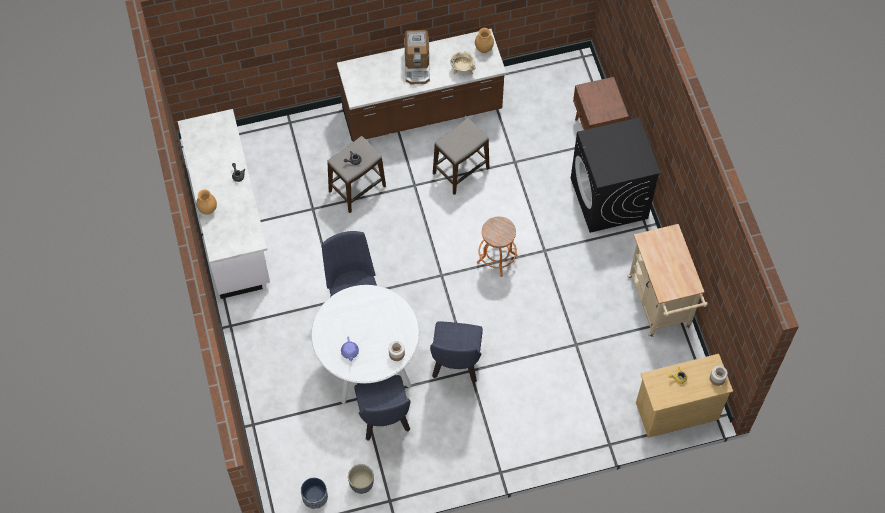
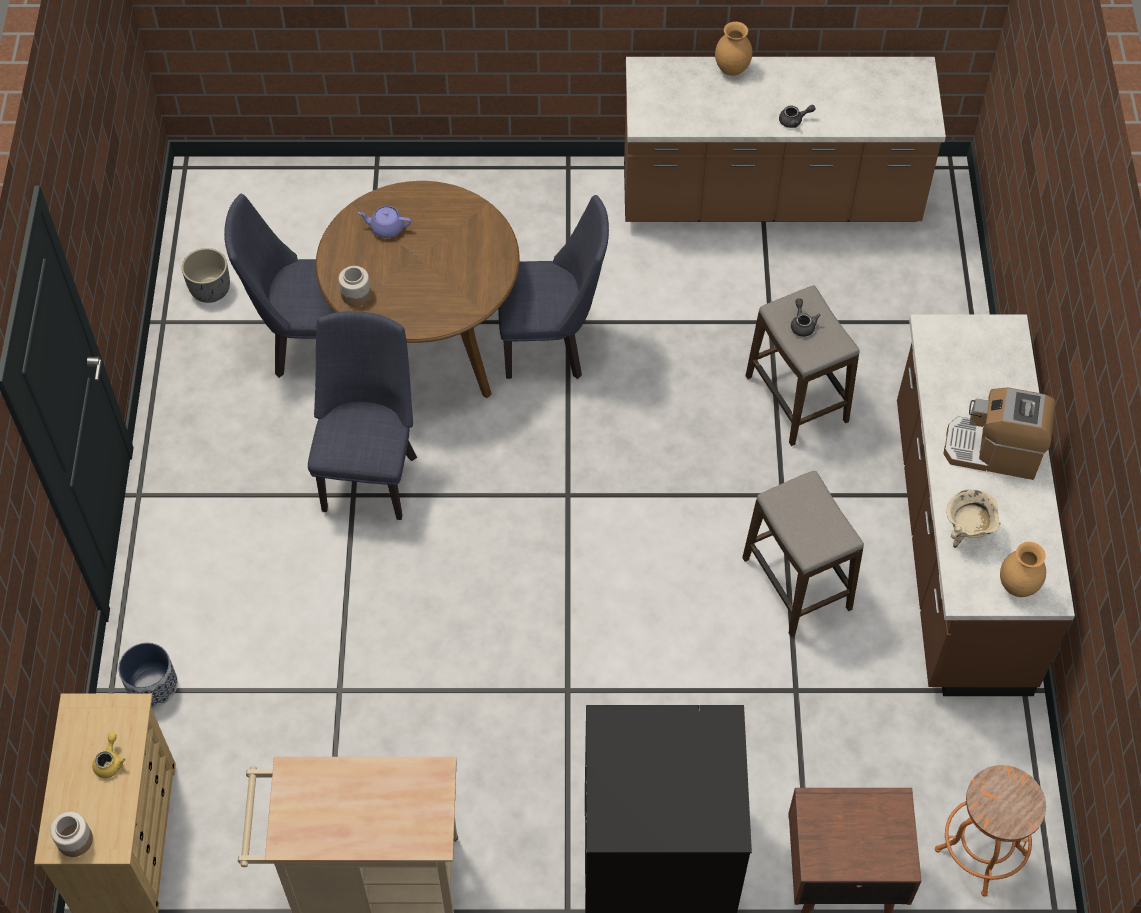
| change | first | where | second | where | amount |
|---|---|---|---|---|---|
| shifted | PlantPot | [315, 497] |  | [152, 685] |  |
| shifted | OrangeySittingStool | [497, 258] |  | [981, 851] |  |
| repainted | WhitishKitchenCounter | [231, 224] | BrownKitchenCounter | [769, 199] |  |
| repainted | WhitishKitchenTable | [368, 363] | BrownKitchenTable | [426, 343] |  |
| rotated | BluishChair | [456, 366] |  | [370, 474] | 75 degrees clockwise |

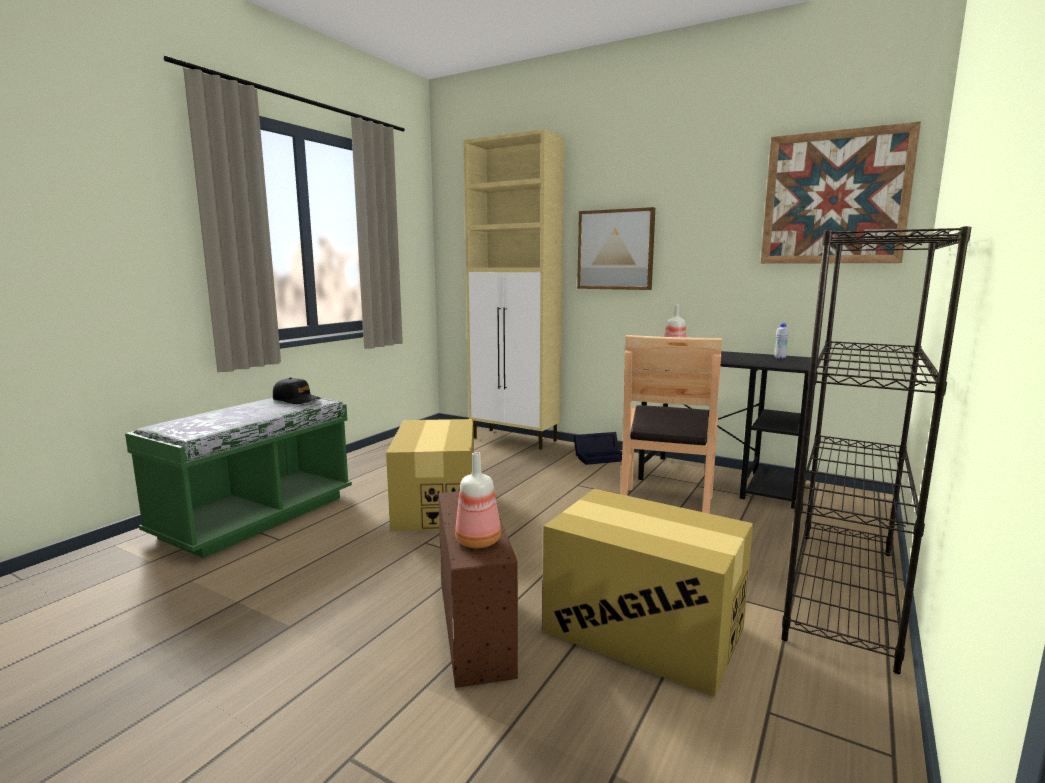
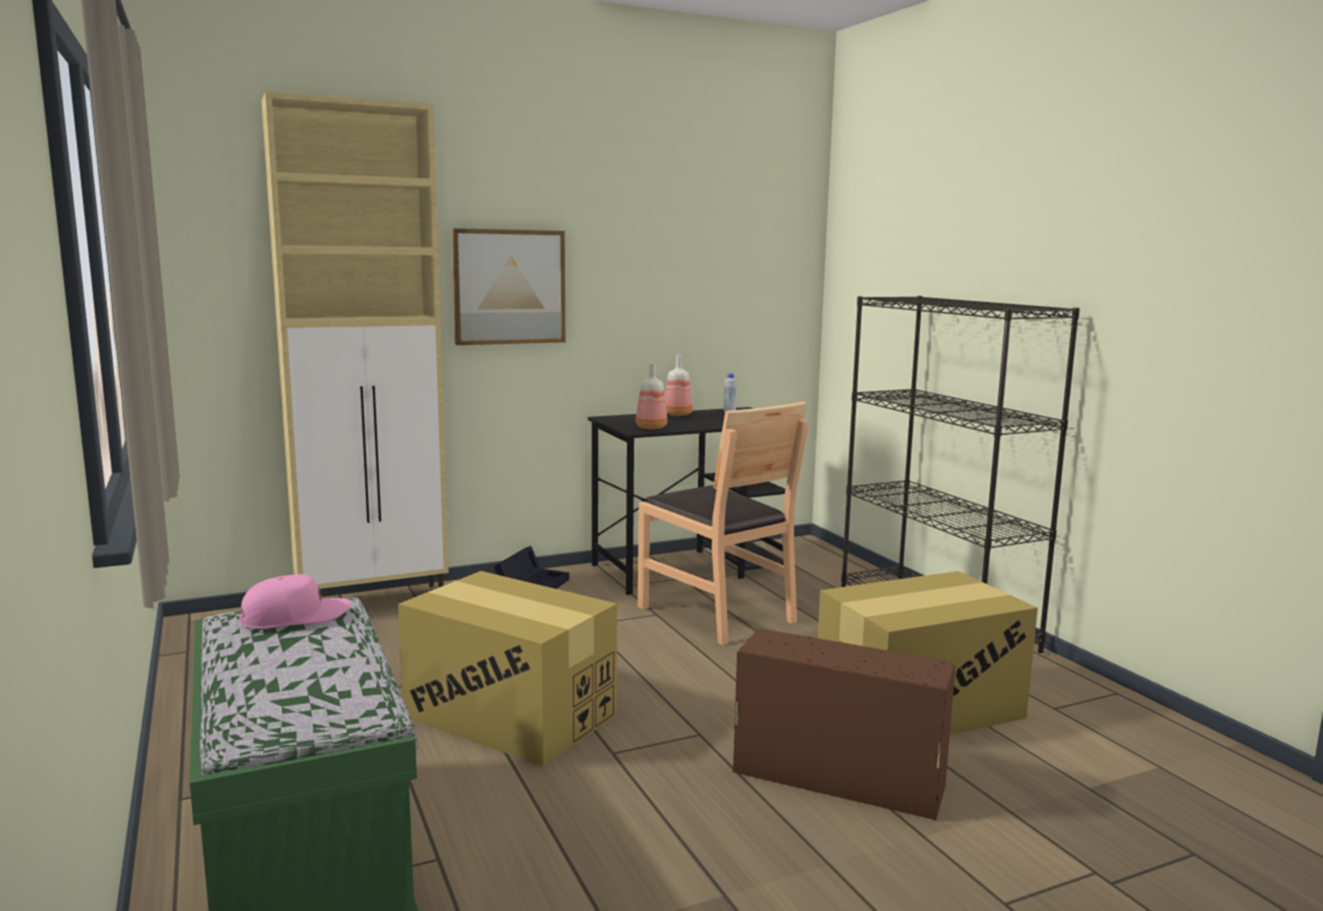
| change | first | where | second | where | amount |
|---|---|---|---|---|---|
| gone | Picture | [834, 198] |  |  |  |
| shifted | Bottle | [479, 541] |  | [677, 414] |  |
| repainted | BlackPeakedCap | [296, 400] | PinkColouredPeakedCap | [295, 617] |  |

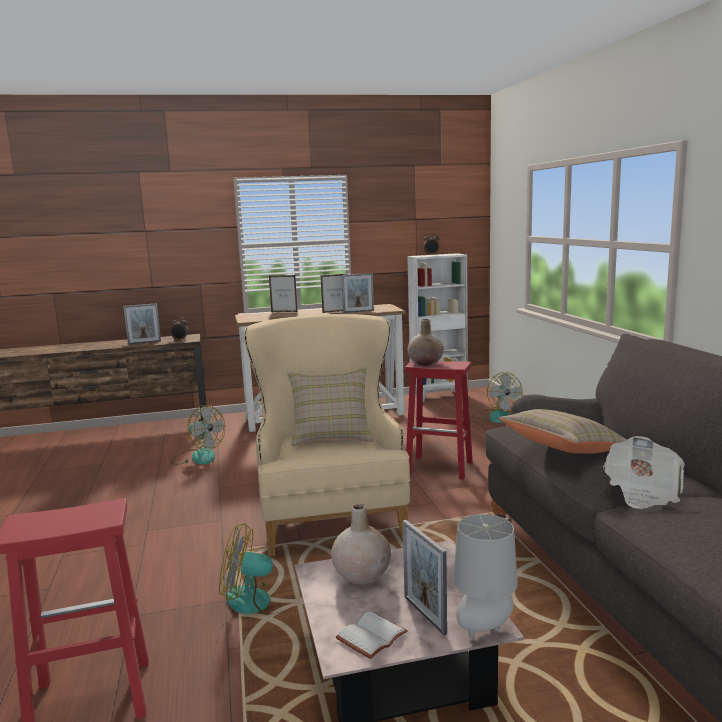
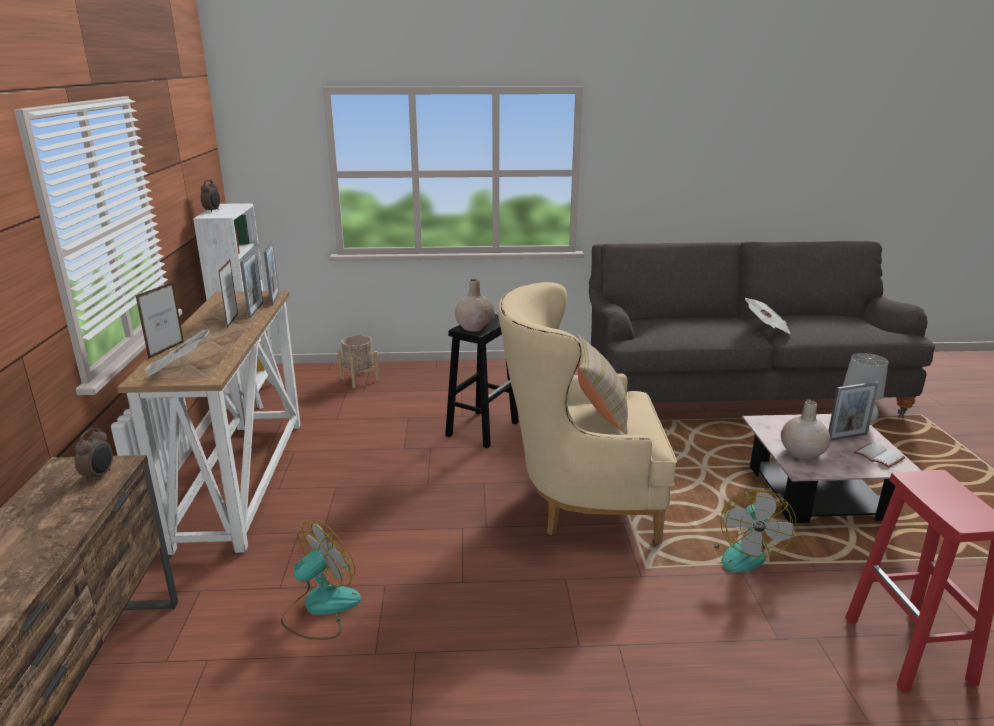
| change | first | where | second | where | amount |
|---|---|---|---|---|---|
| gone | SandColouredPillow | [563, 450] |  |  |  |
| new |  |  | DailyPaper | [178, 370] |  |
| shifted | PictureFrame | [144, 342] |  | [275, 298] |  |
| swapped | ElectricFan | [495, 416] | SandColouredPlantPot | [359, 379] |  |
| repainted | ReddishSittingStool | [440, 467] | BlackSittingStool | [483, 428] |  |

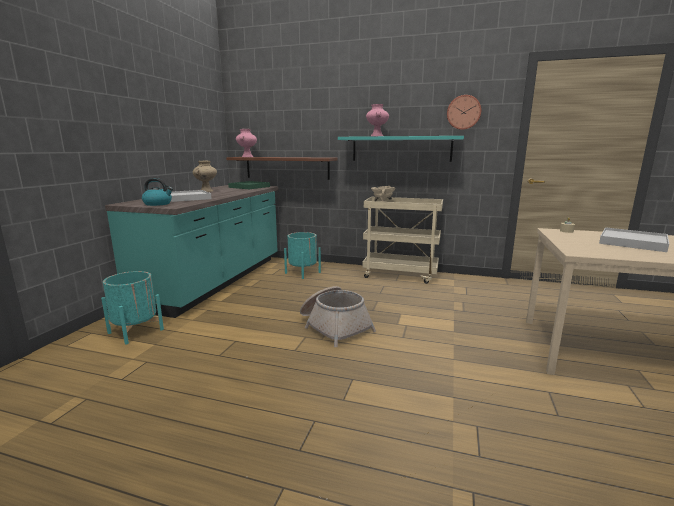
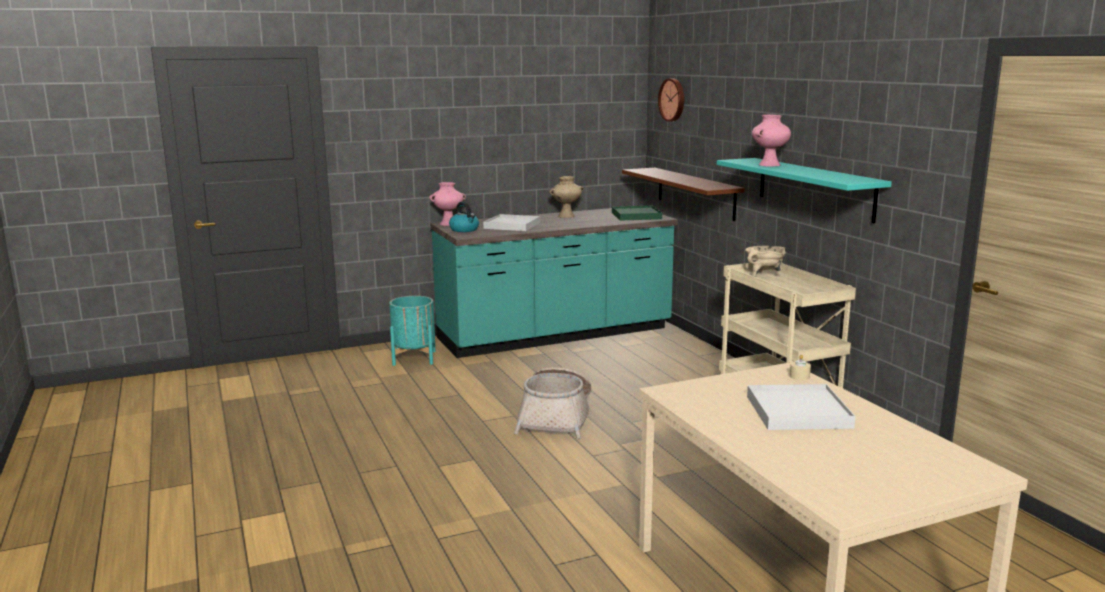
| change | first | where | second | where | amount |
|---|---|---|---|---|---|
| gone | TurquoiseColouredPlantPot | [302, 273] |  |  |  |
| shifted | PinkColouredVase | [247, 157] |  | [448, 224] |  |
| shifted | WallClock | [463, 112] |  | [673, 100] |  |

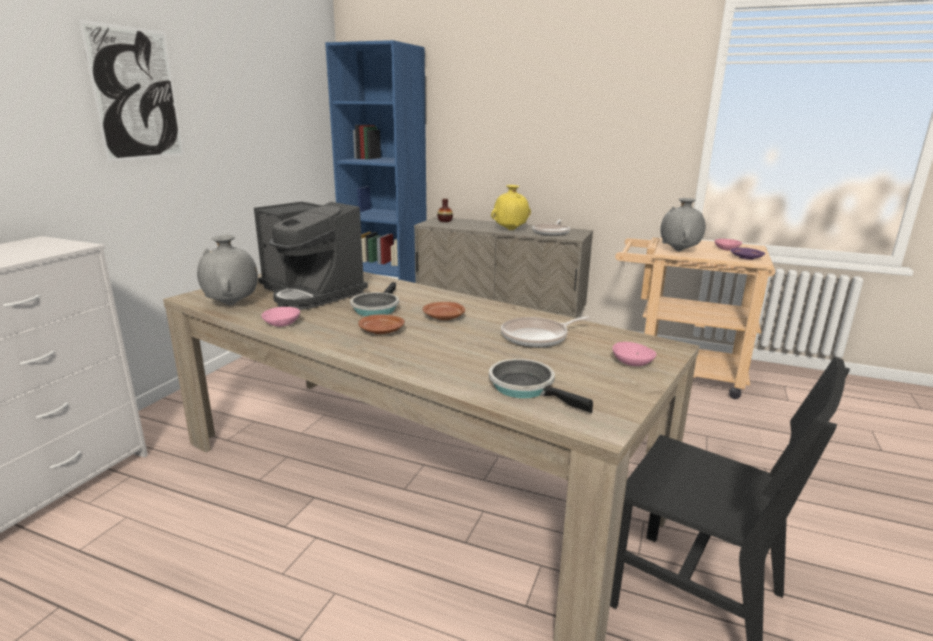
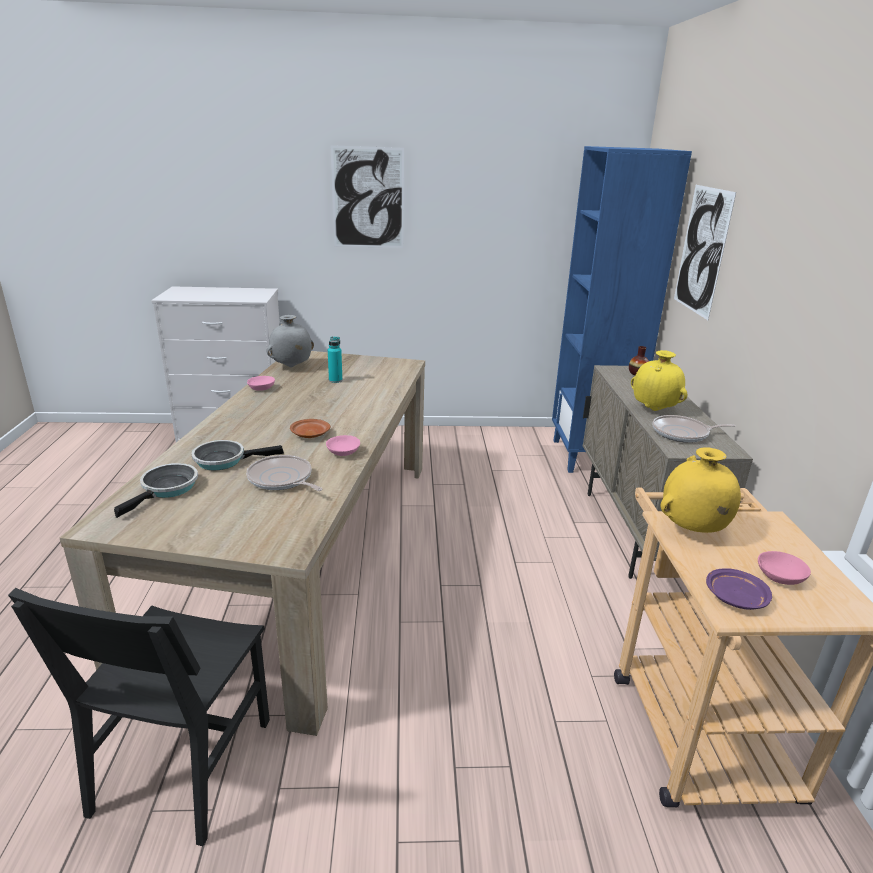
| change | first | where | second | where | amount |
|---|---|---|---|---|---|
| gone | BrownPlate | [382, 331] |  |  |  |
| new |  |  | Picture | [702, 251] |  |
| shifted | FryingPan | [376, 308] |  | [224, 460] |  |
| shifted | PinkColouredDeepDish | [630, 362] |  | [343, 452] |  |
| swapped | CoffeeMachine | [311, 293] | TurquoiseColouredBottle | [335, 380] |  |
| repainted | GreyVase | [679, 251] | YellowVase | [692, 530] |  |

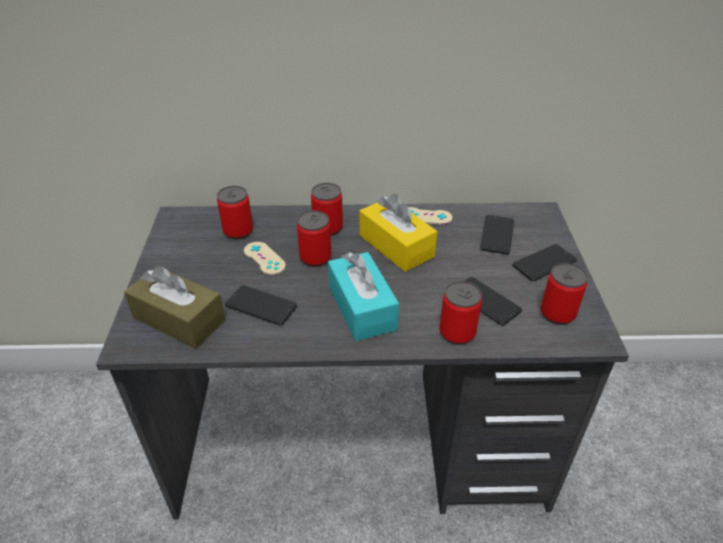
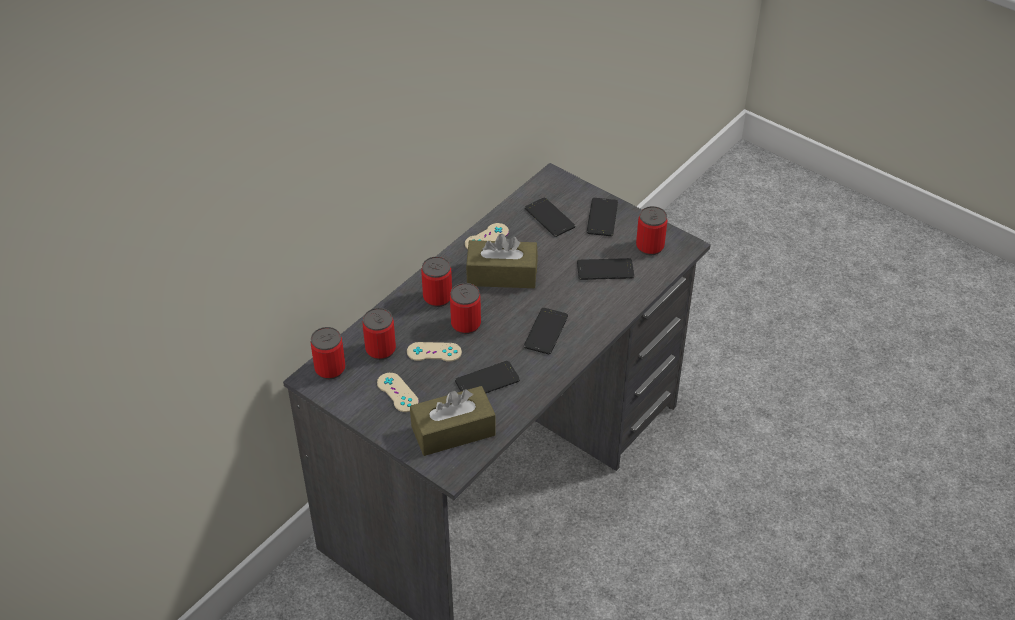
| change | first | where | second | where | amount |
|---|---|---|---|---|---|
| new |  |  | SandColouredGamepad | [397, 392] |  |
| shifted | MetalCan | [457, 332] |  | [330, 369] |  |
| swapped | TurquoiseColouredBoxOfTissues | [362, 308] | Phone | [546, 331] |  |
| repainted | YellowBoxOfTissues | [396, 246] | BrownBoxOfTissues | [502, 275] |  |

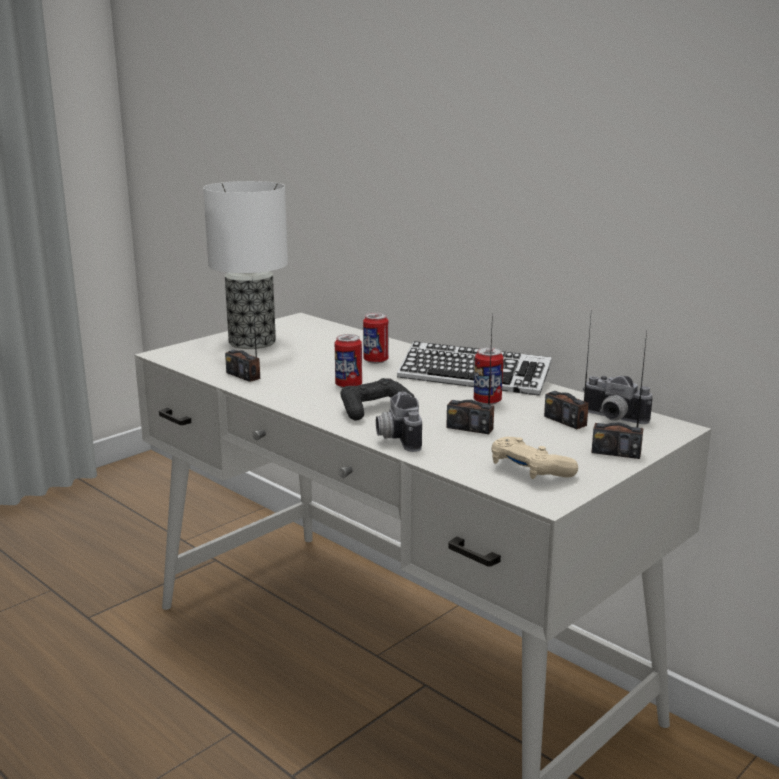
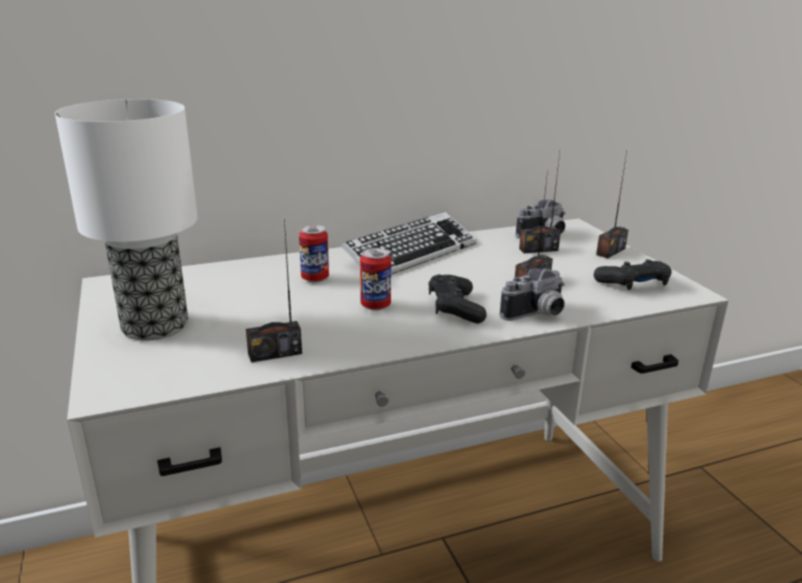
| change | first | where | second | where | amount |
|---|---|---|---|---|---|
| gone | MetalCan | [487, 401] |  |  |  |
| repainted | SandColouredGamepad | [529, 470] | BlackGamepad | [633, 284] |  |
| rotated | StillCamera | [396, 438] |  | [537, 315] | 45 degrees counterclockwise |

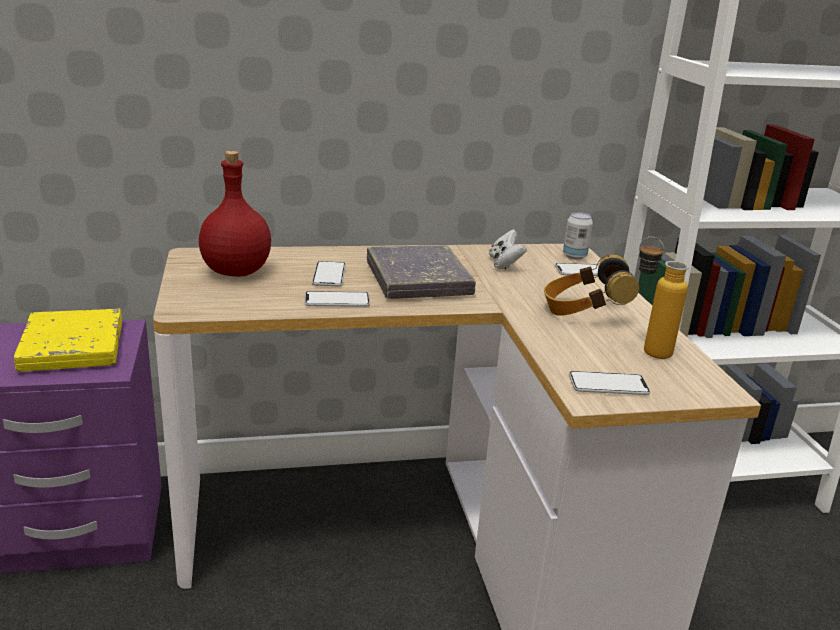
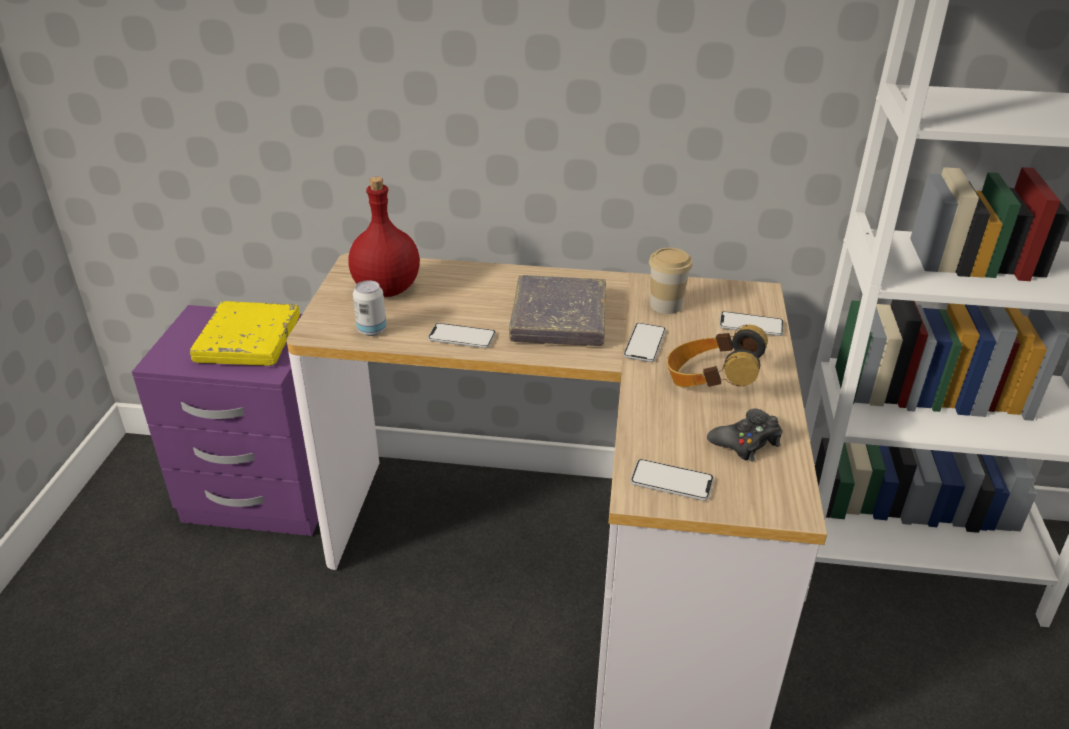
| change | first | where | second | where | amount |
|---|---|---|---|---|---|
| shifted | Phone | [329, 275] |  | [644, 343] |  |
| shifted | MetalCan | [574, 256] |  | [372, 330] |  |
| swapped | WhitishGamepad | [504, 264] | Cup | [666, 305] |  |
| swapped | Bottle | [646, 349] | BlackGamepad | [746, 442] |  |

